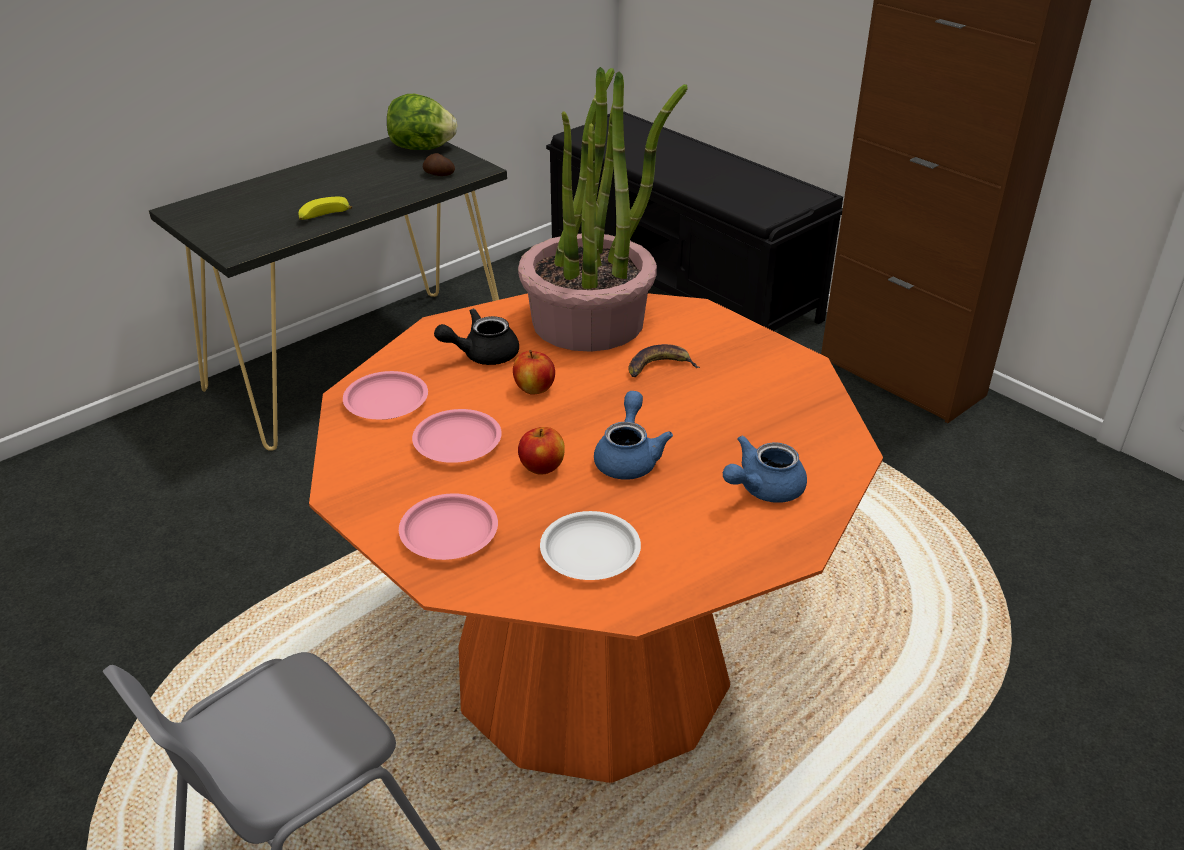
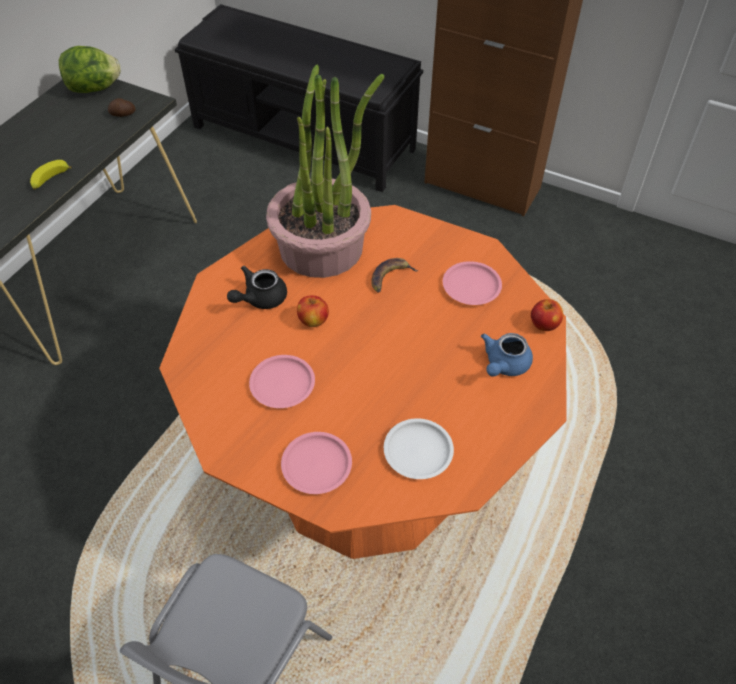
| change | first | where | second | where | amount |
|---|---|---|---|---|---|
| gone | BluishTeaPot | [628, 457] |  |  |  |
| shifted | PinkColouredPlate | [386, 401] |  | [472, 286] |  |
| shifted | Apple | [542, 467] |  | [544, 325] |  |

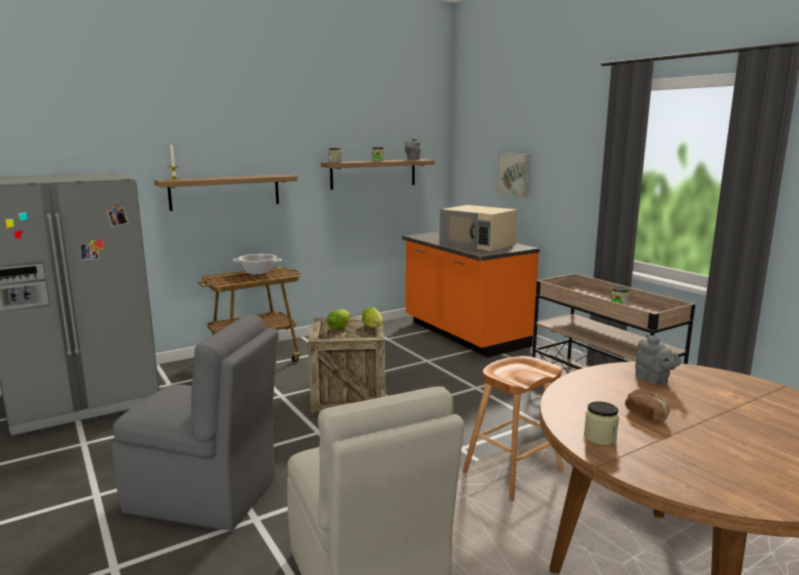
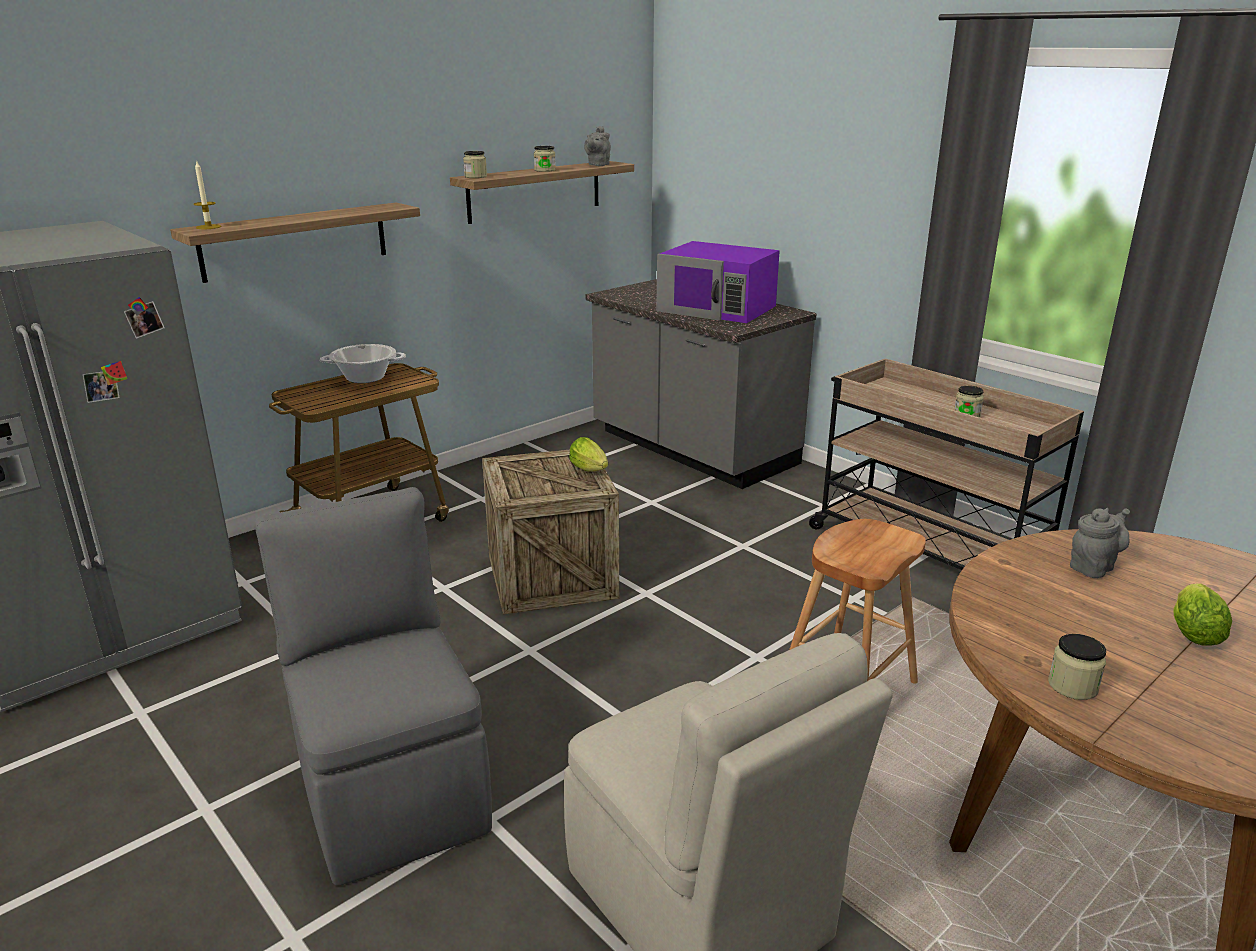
| change | first | where | second | where | amount |
|---|---|---|---|---|---|
| gone | Picture | [514, 174] |  |  |  |
| gone | BakedBread | [647, 415] |  |  |  |
| shifted | HeadOfLettuce | [340, 327] |  | [1192, 631] |  |
| repainted | OrangeyKitchenCounter | [464, 334] | GreyKitchenCounter | [692, 449] |  |
| repainted | SandColouredMicrowaveOven | [478, 244] | PurpleMicrowaveOven | [717, 308] |  |
| rotated | GreyChair | [205, 496] |  | [391, 788] | 120 degrees counterclockwise |
| rotated | GreyTeaPot | [653, 380] |  | [1093, 567] | 90 degrees counterclockwise |

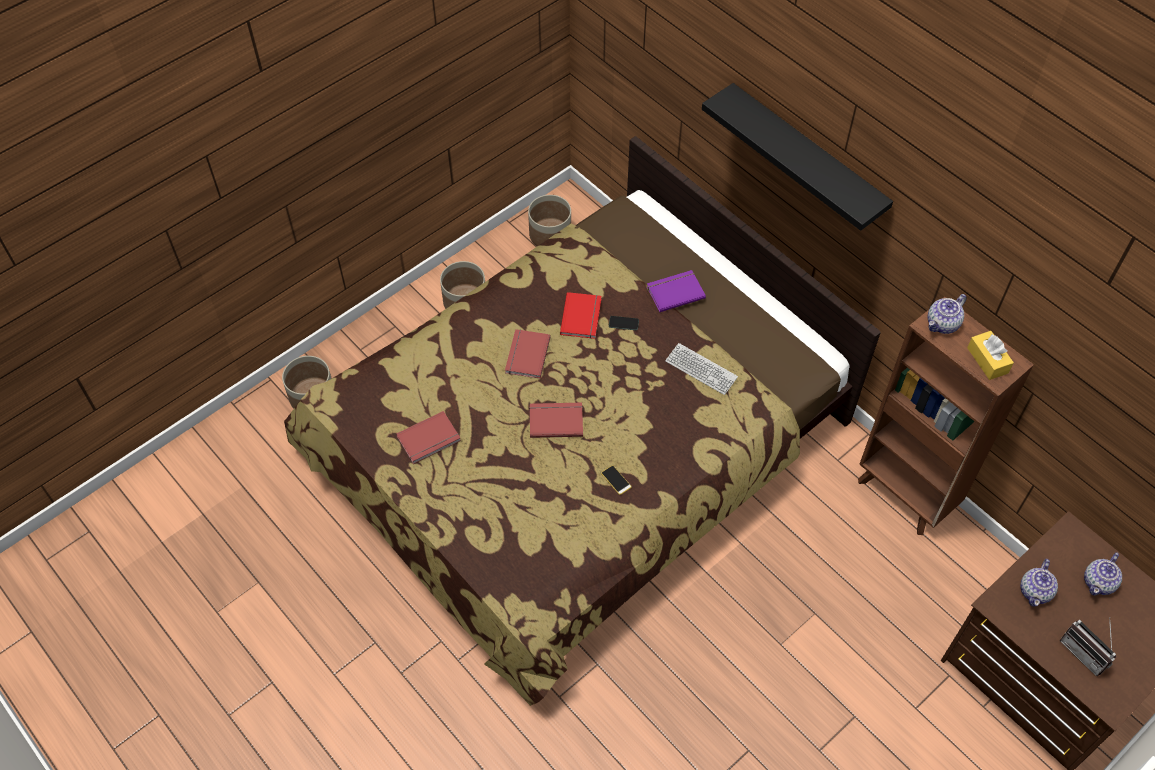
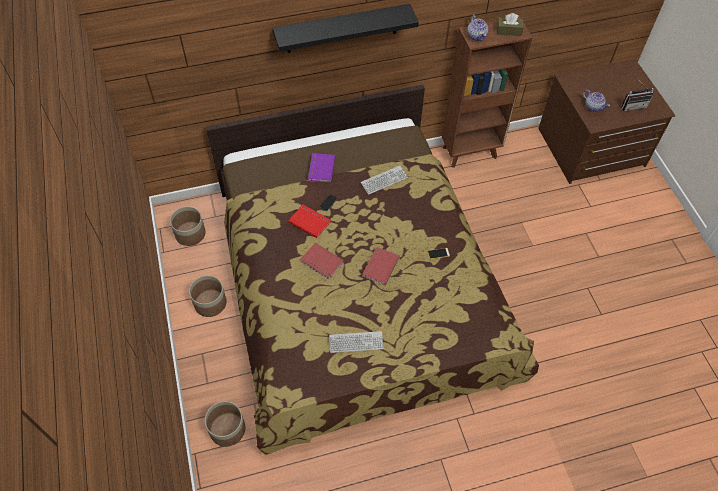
| change | first | where | second | where | amount |
|---|---|---|---|---|---|
| gone | TeaPot | [1099, 582] |  |  |  |
| swapped | ReddishVolume | [429, 439] | Keyboard | [356, 342] |  |
| repainted | YellowBoxOfTissues | [987, 360] | BrownBoxOfTissues | [508, 31] |  |

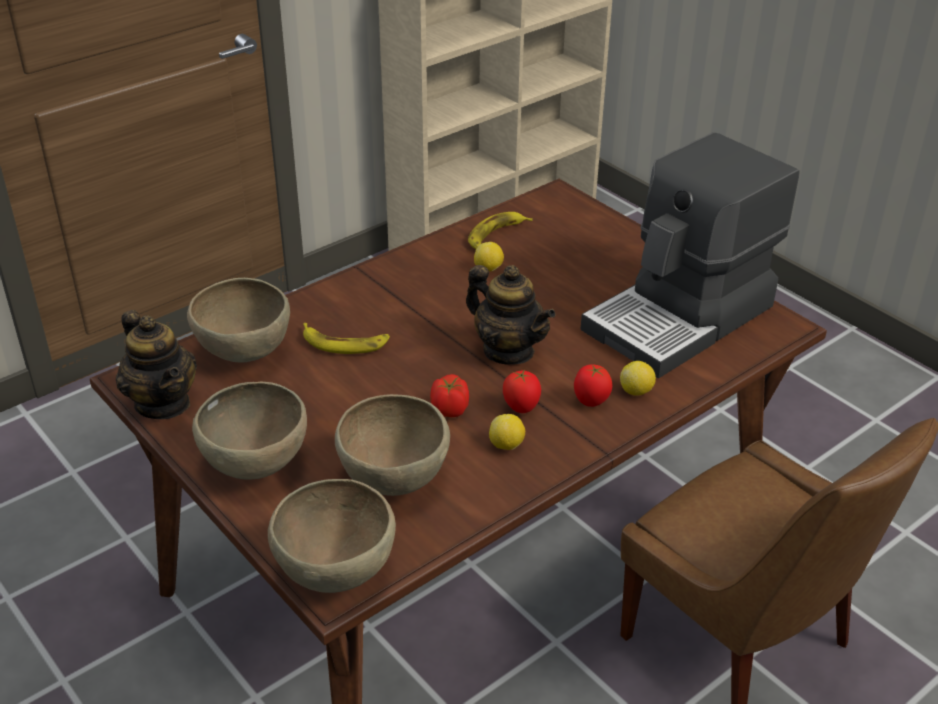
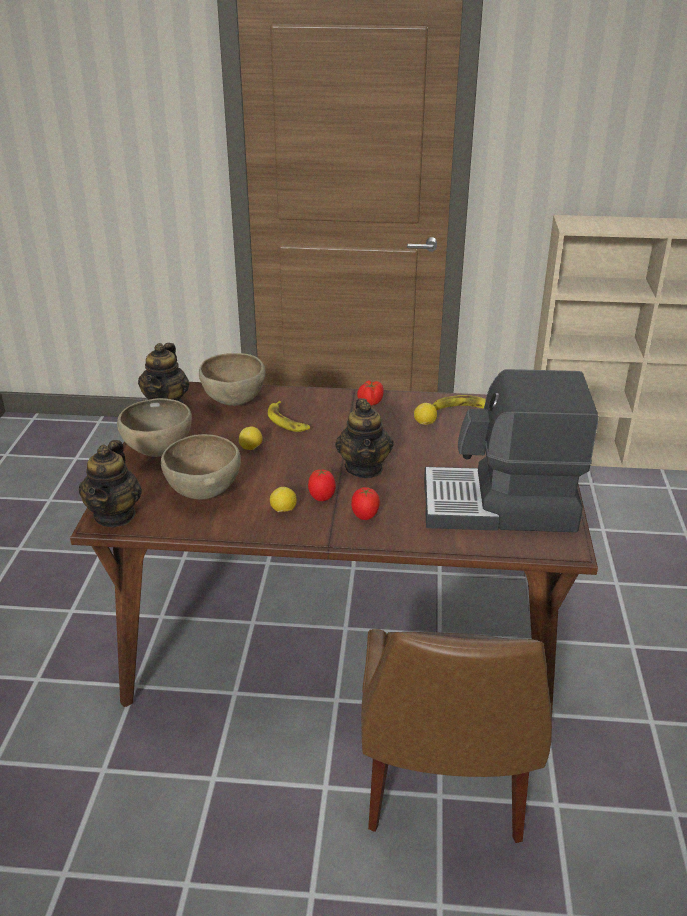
| change | first | where | second | where | amount |
|---|---|---|---|---|---|
| shifted | WholeTomato | [449, 410] |  | [370, 402] |  |
| shifted | WholeLemon | [636, 391] |  | [251, 448] |  |
| swapped | BrownDeepDish | [336, 572] | TeaPot | [115, 515] |  |

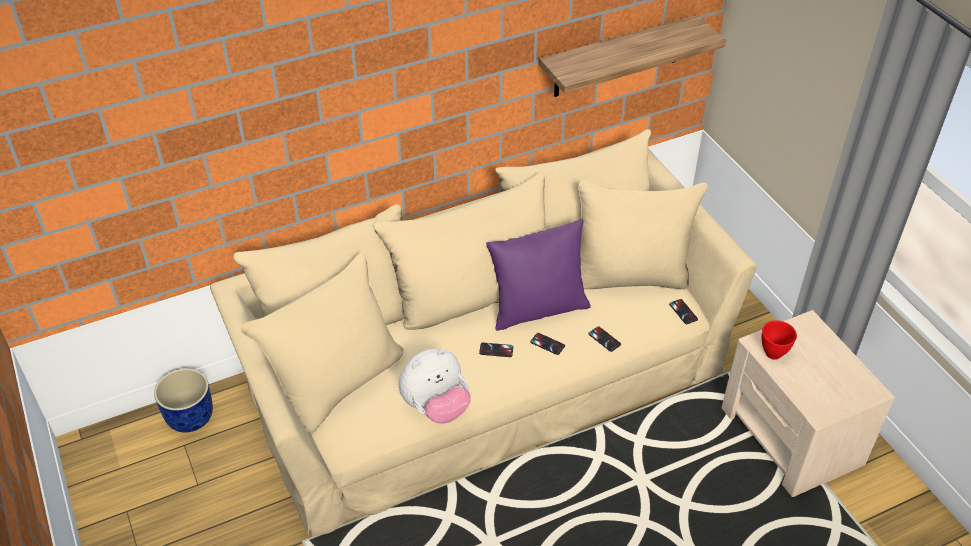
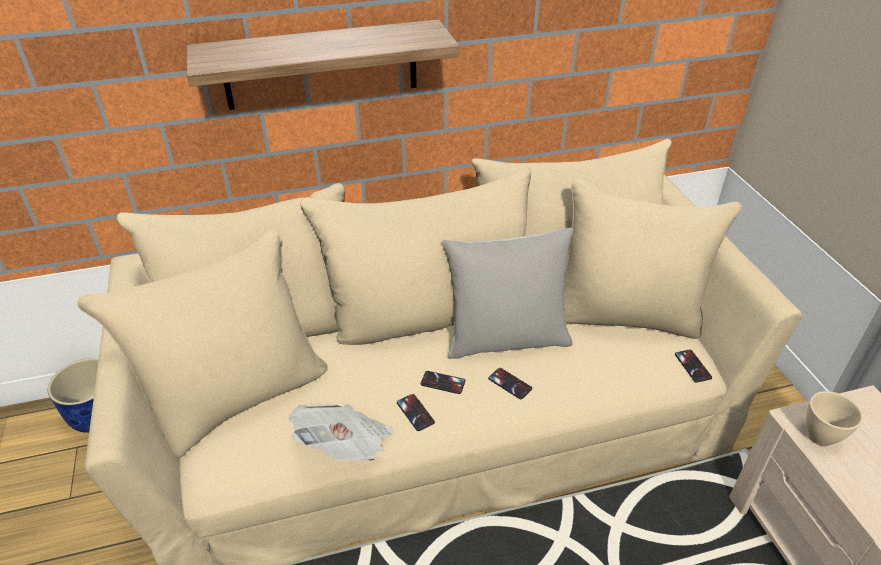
| change | first | where | second | where | amount |
|---|---|---|---|---|---|
| shifted | BracketShelf | [617, 57] |  | [321, 65] |  |
| shifted | Phone | [604, 339] |  | [415, 412] |  |
| swapped | CuddlyToy | [436, 407] | DailyPaper | [346, 446] |  |
| repainted | PurplePillow | [538, 309] | GreyPillow | [506, 339] |  |
| repainted | ReddishDeepDish | [774, 354] | SandColouredDeepDish | [821, 438] |  |

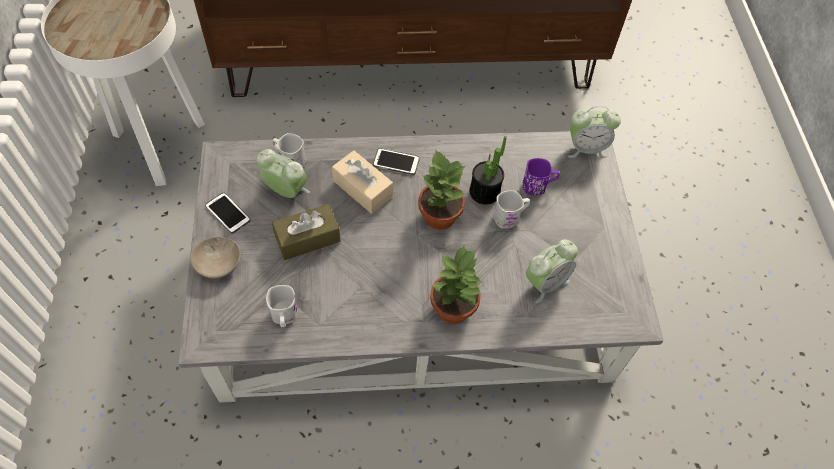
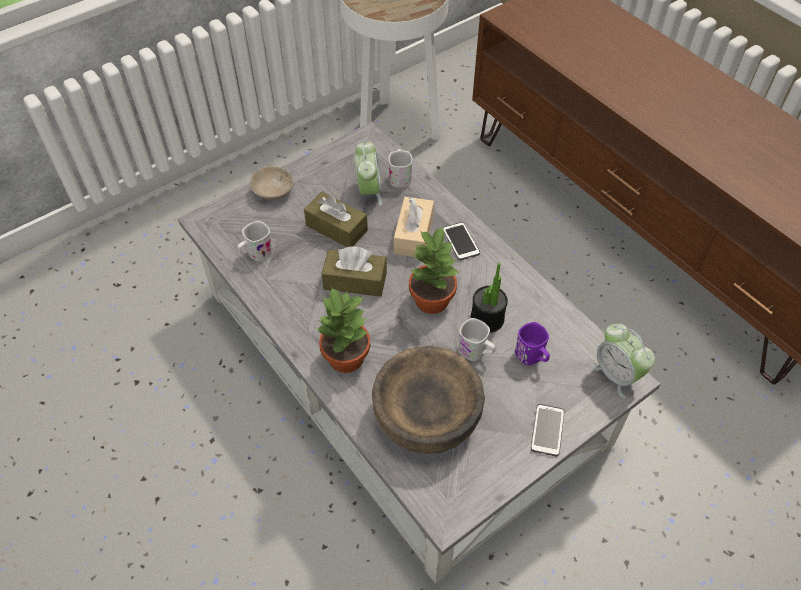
| change | first | where | second | where | amount |
|---|---|---|---|---|---|
| new |  |  | BrownBoxOfTissues | [355, 281] |  |
| shifted | Phone | [228, 213] |  | [547, 430] |  |
| swapped | TableClock | [545, 283] | BrownDeepDish | [427, 415] |  |

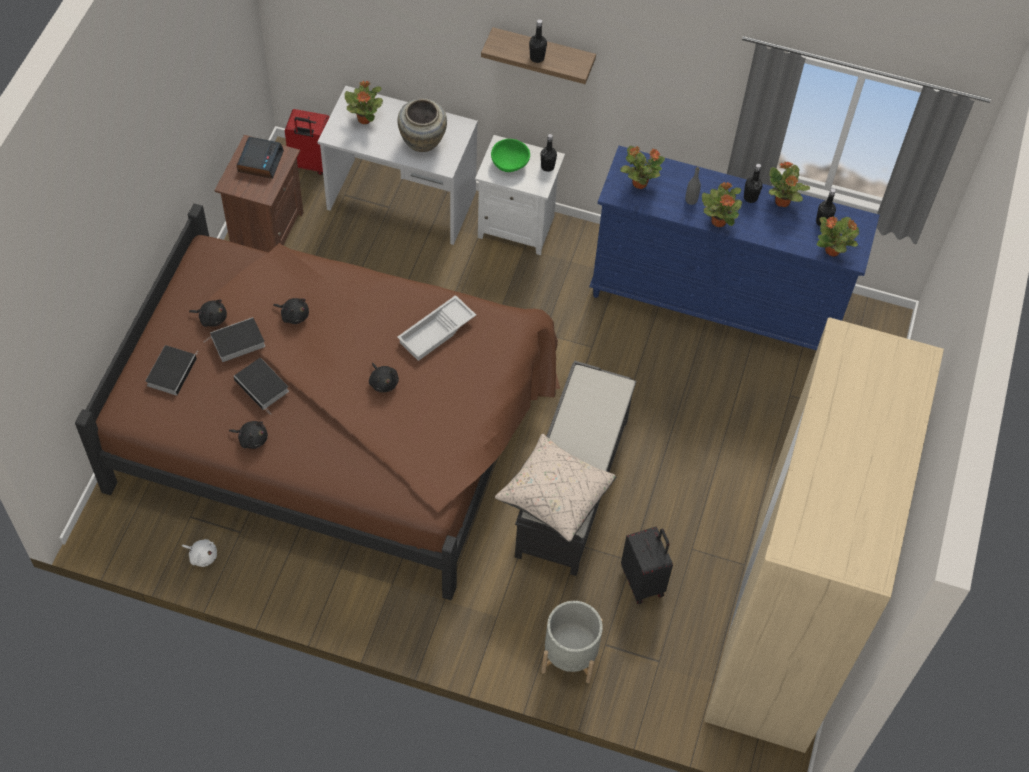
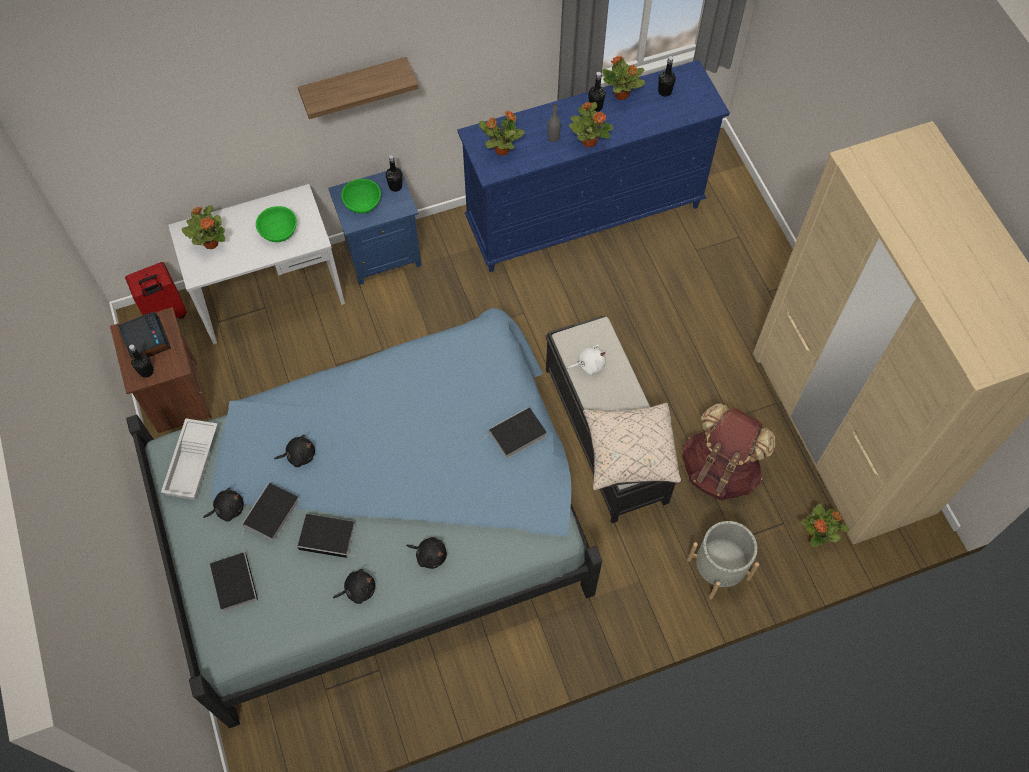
| change | first | where | second | where | amount |
|---|---|---|---|---|---|
| new |  |  | Volume | [516, 435] |  |
| shifted | WhitishCuddlyToy | [202, 556] |  | [589, 365] |  |
| shifted | BlackCuddlyToy | [383, 382] |  | [429, 555] |  |
| shifted | WhitishServingTray | [437, 332] |  | [193, 462] |  |
| shifted | BlackBottle | [537, 58] |  | [146, 371] |  |
| shifted | Houseplant | [833, 251] |  | [817, 535] |  |
| swapped | SandColouredVase | [422, 142] | GreenishDeepDish | [279, 232] |  |
| swapped | BlackTravelCase | [643, 581] | BrownRucksack | [720, 470] |  |
| repainted | BrownBedroomBed | [338, 424] | BluishBedroomBed | [381, 518] |  |
| repainted | WhitishBedsideTable | [517, 226] | BluishBedsideTable | [382, 254] |  |

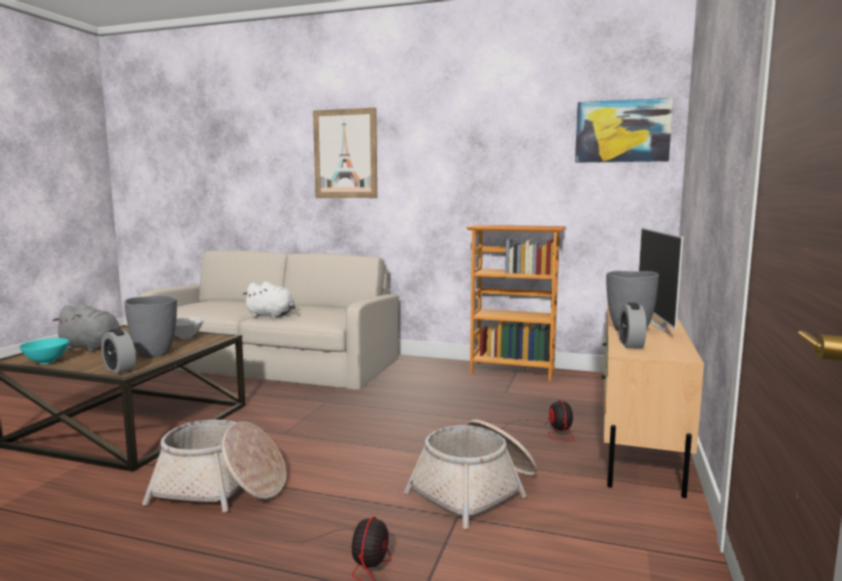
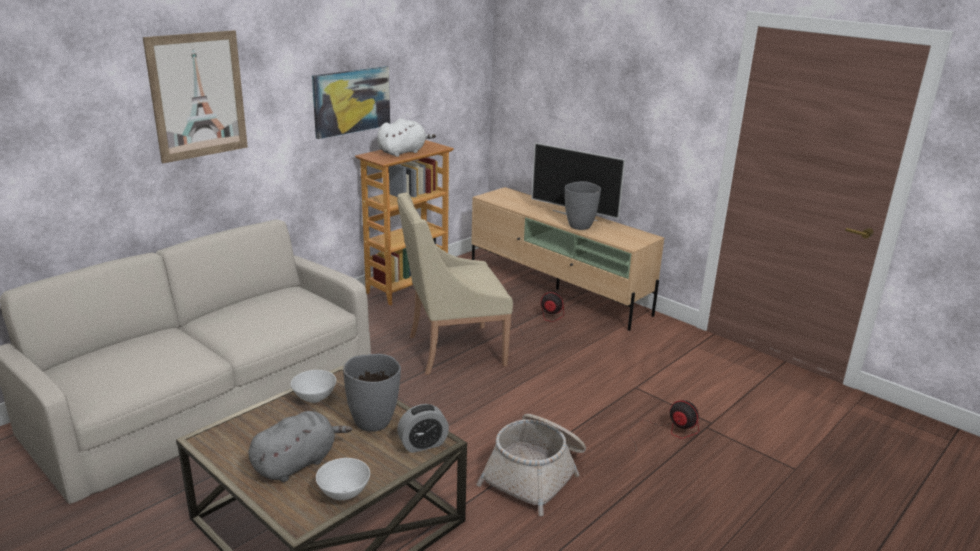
| change | first | where | second | where | amount |
|---|---|---|---|---|---|
| gone | Basket | [476, 490] |  |  |  |
| gone | TableClock | [630, 344] |  |  |  |
| new |  |  | SandColouredLoungeChair | [452, 350] |  |
| shifted | WhitishCuddlyToy | [272, 316] |  | [403, 152] |  |
| shifted | Picture | [622, 131] |  | [351, 101] |  |
| repainted | TurquoiseColouredDeepDish | [47, 362] | WhitishDeepDish | [343, 494] |  |

